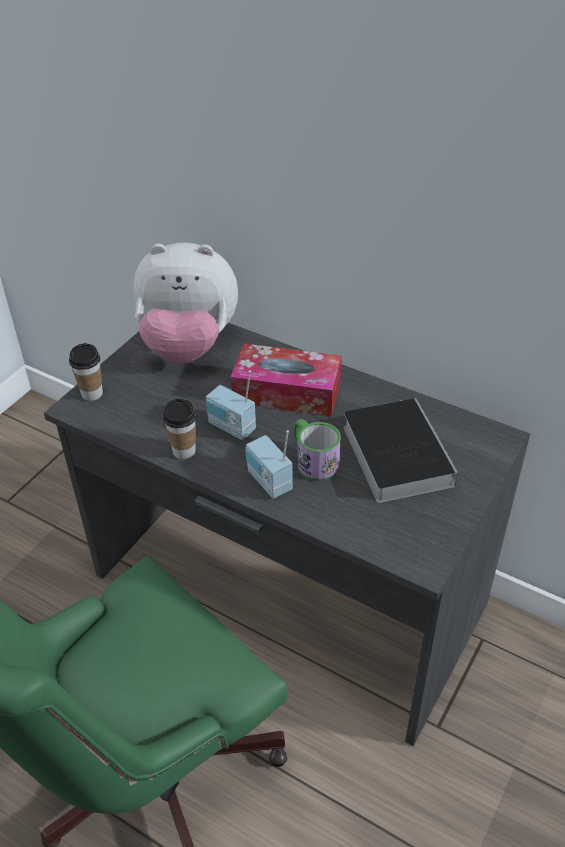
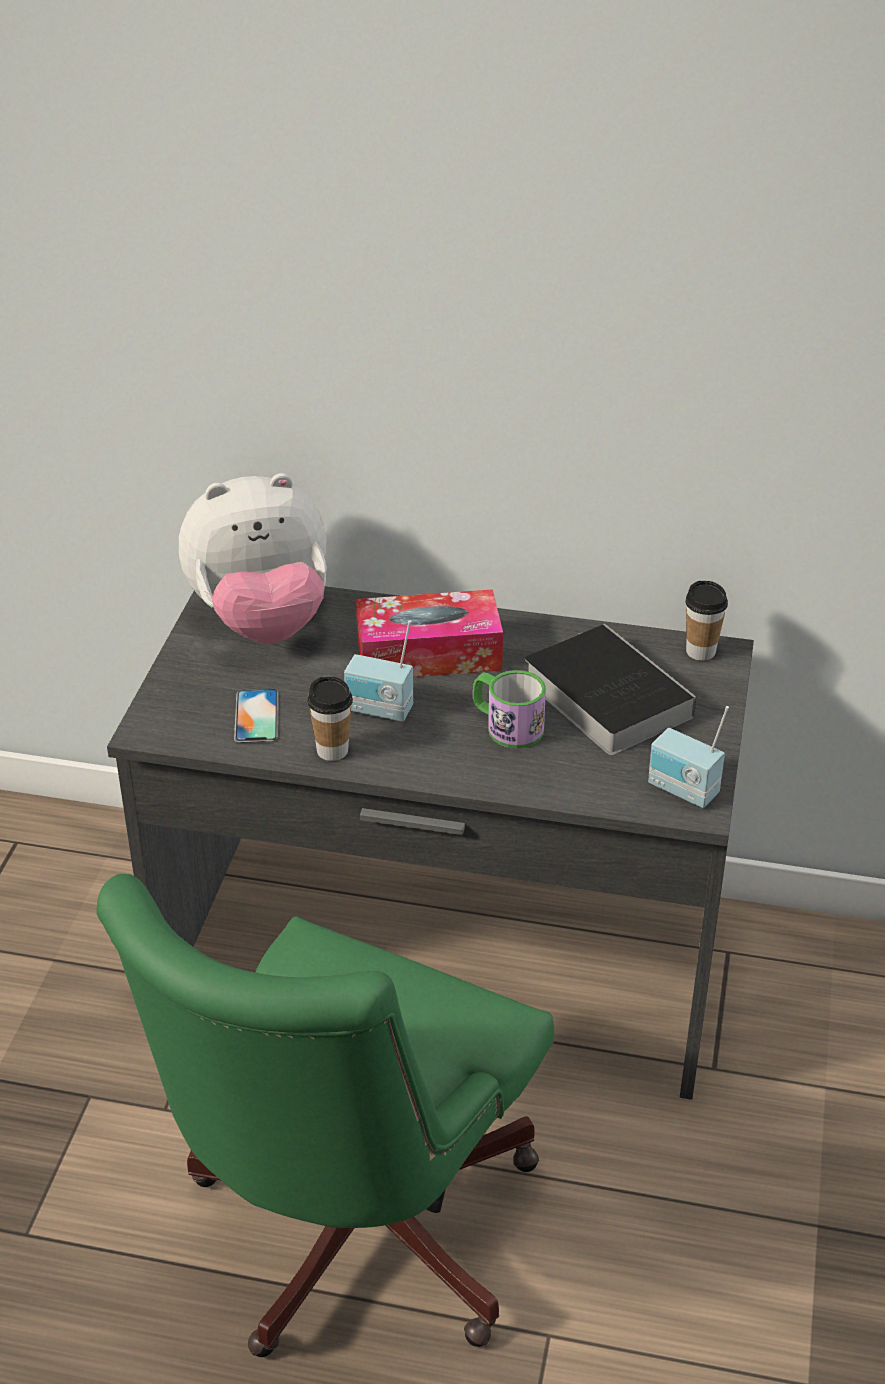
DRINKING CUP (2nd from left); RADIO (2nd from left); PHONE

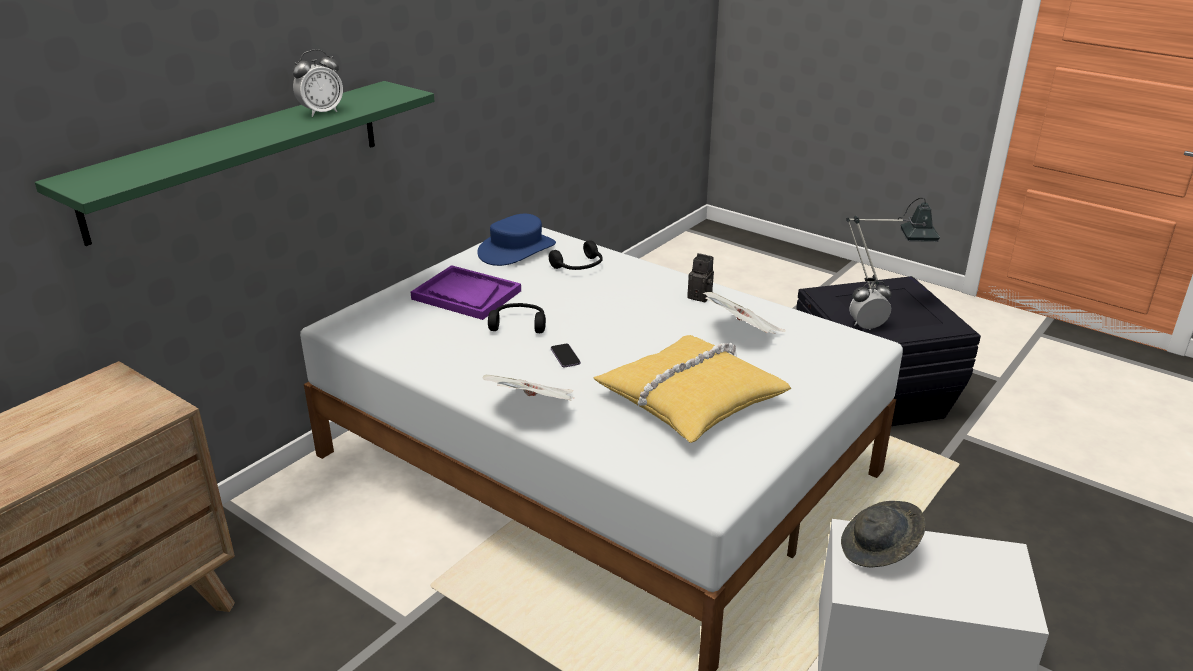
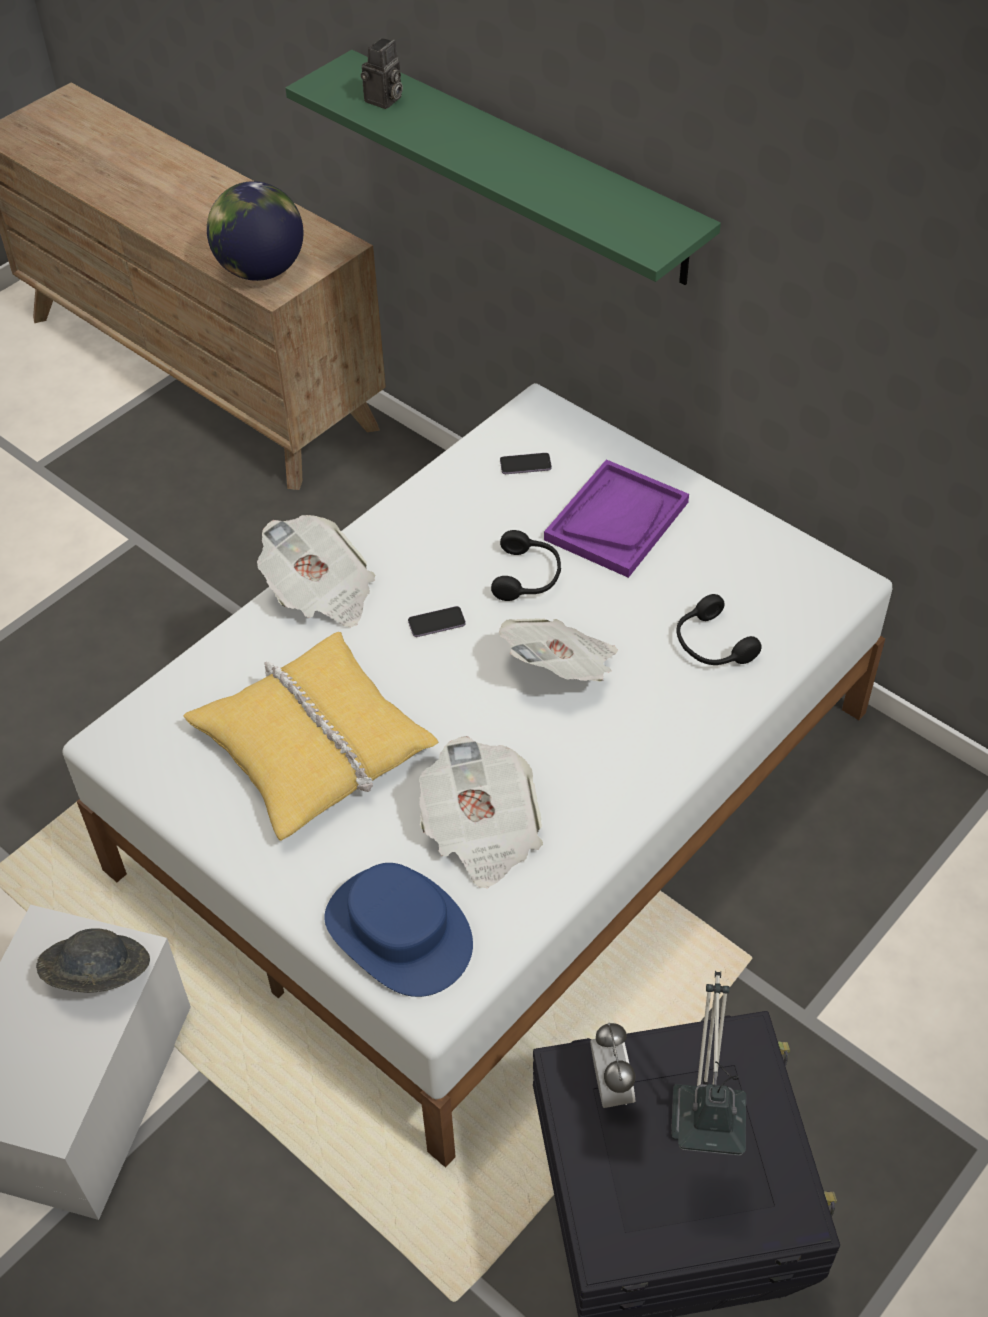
ALARM CLOCK (1st from left in the first image); BLUE CLOTHING HAT; PHOTO CAMERA; WORLD GLOBE; DAILY PAPER (3rd from left); PHONE (2nd from left)

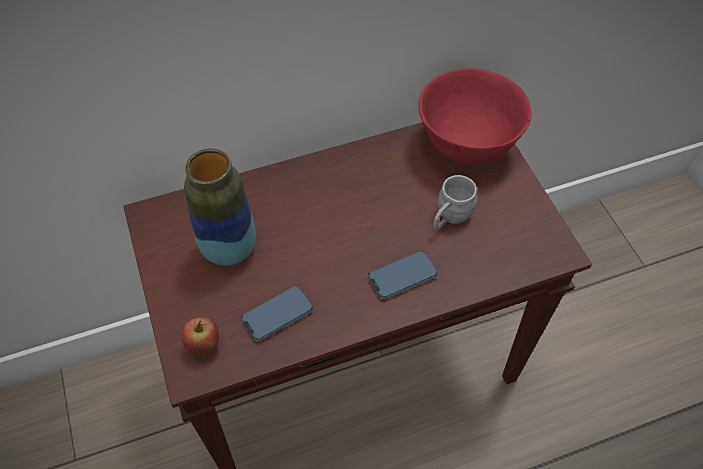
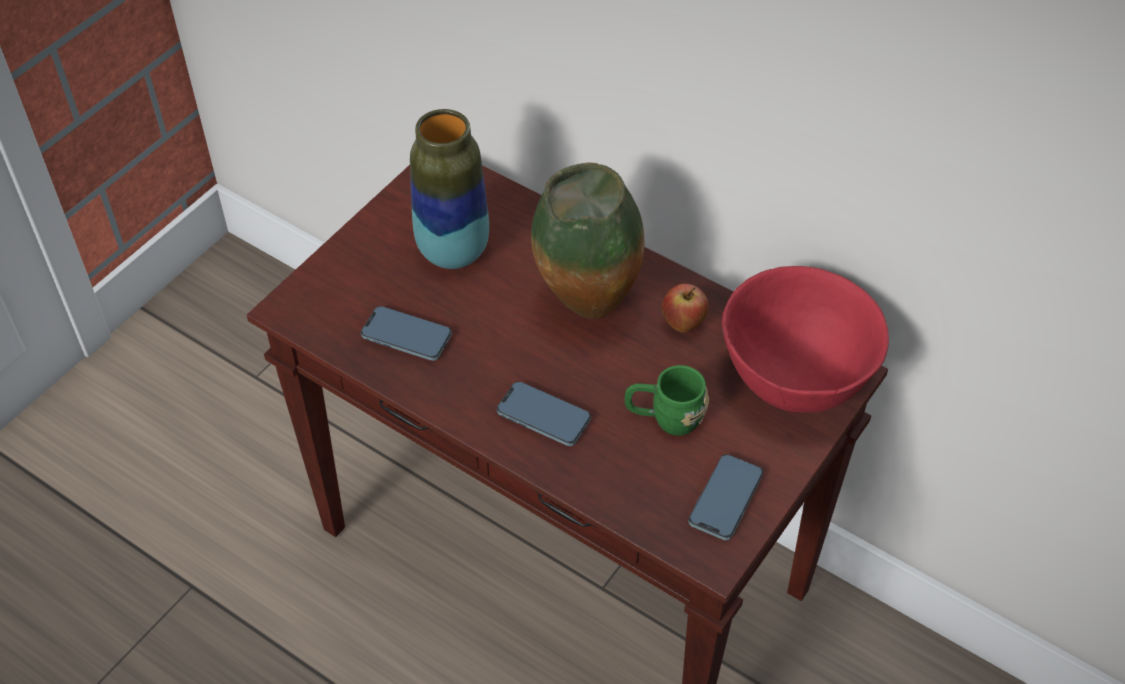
APPLE FRUIT; GREENISH COFFEE MUG; VASE (2nd from left); PHONE (3rd from left)

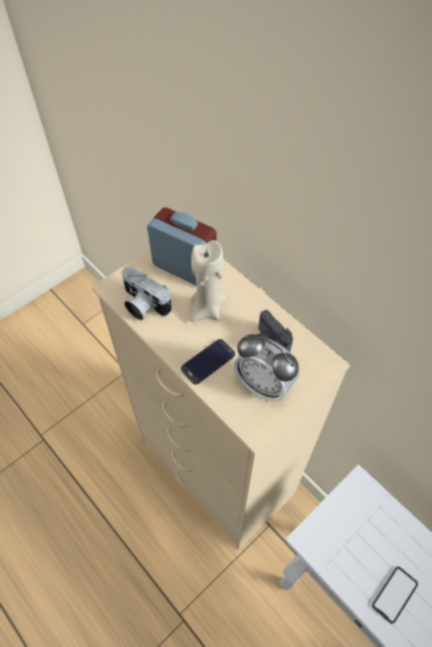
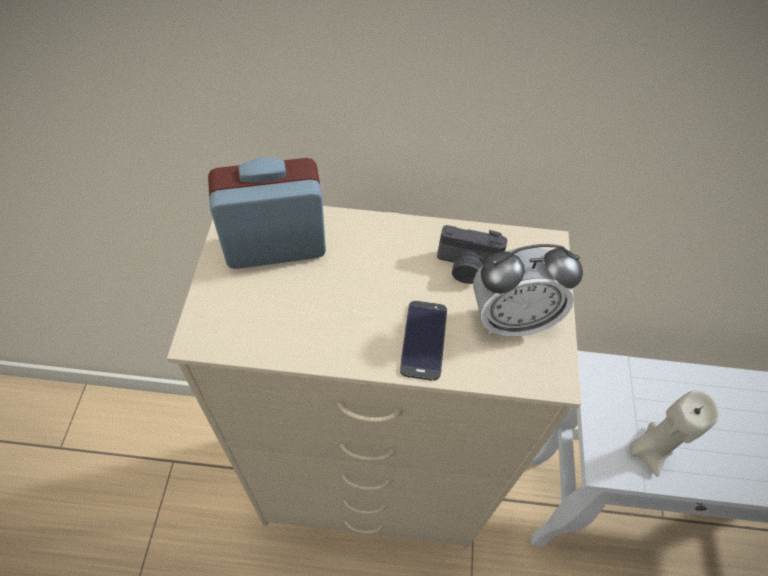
PHOTO CAMERA (1st from left in the first image); BEIGE-COLOURED WAX LIGHT; PHONE (2nd from left in the first image)

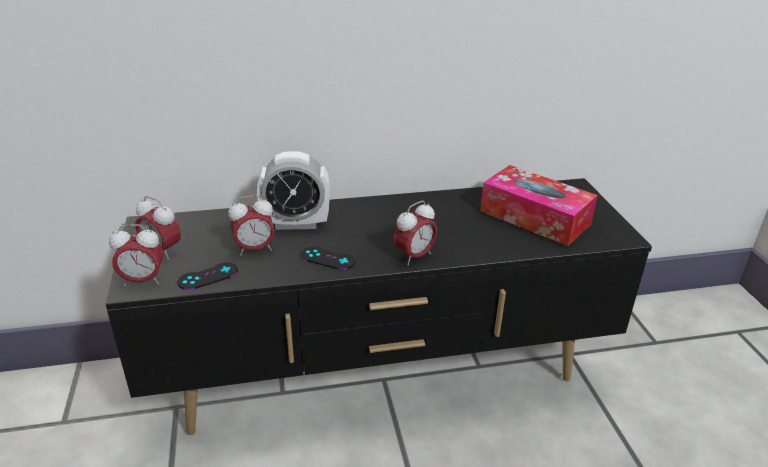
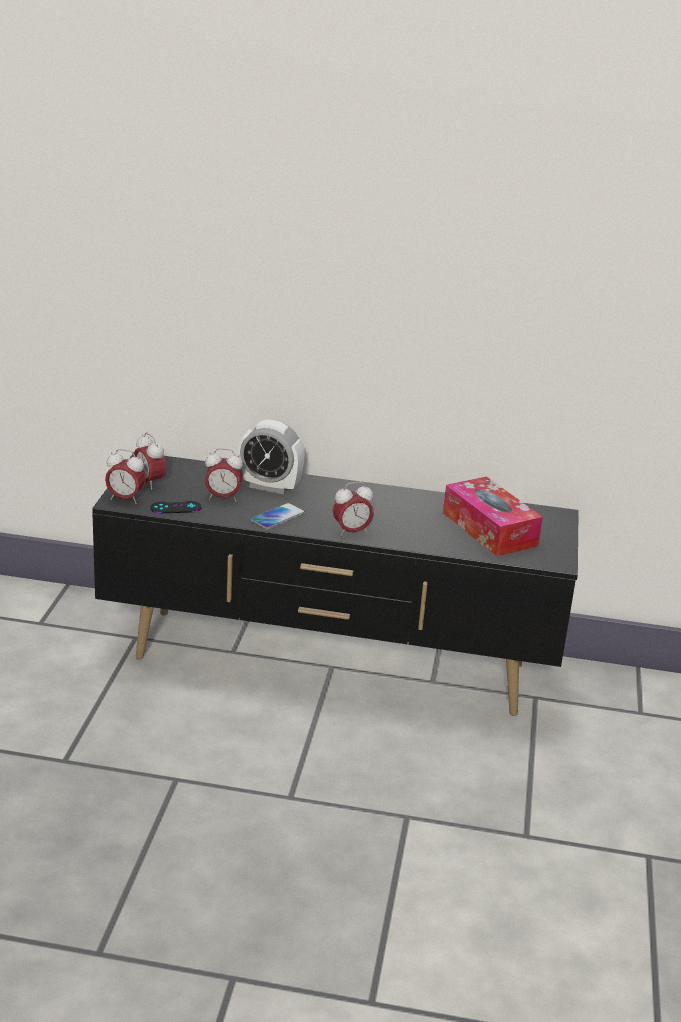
PHONE

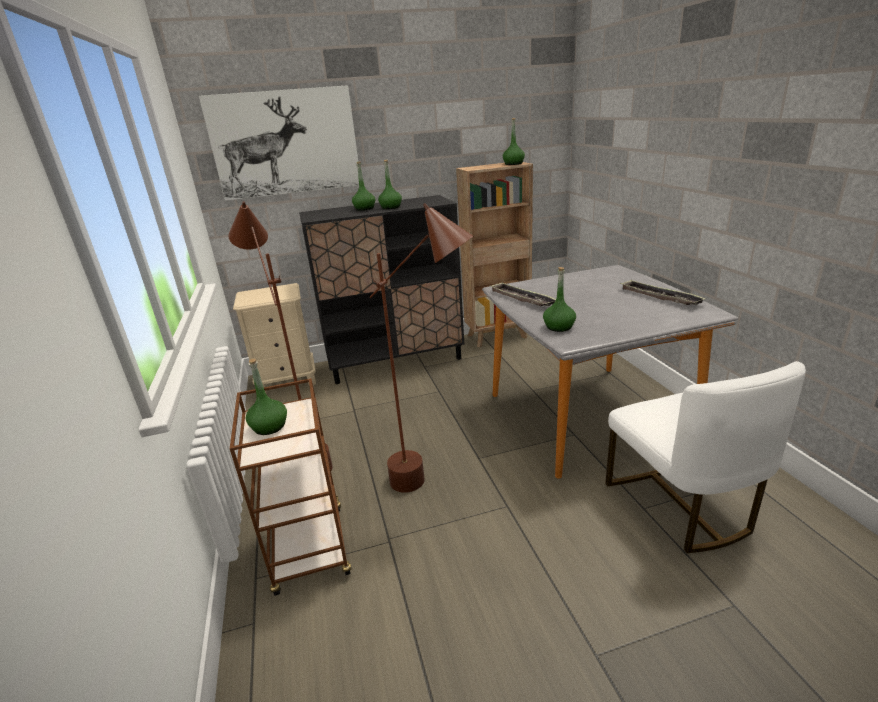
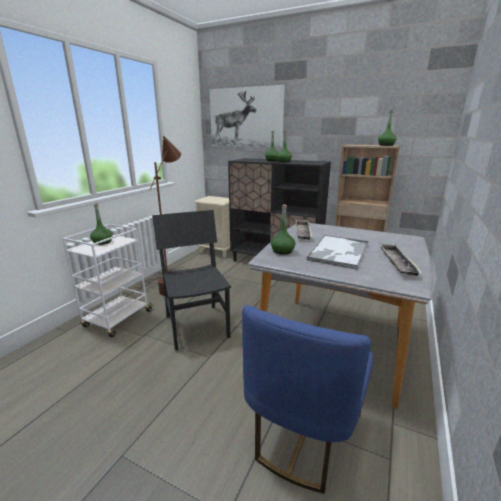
WHITE-COLOURED CART; BLACK UPRIGHT CHAIR; BLUE UPRIGHT CHAIR; CARRYING TRAY (2nd from left)

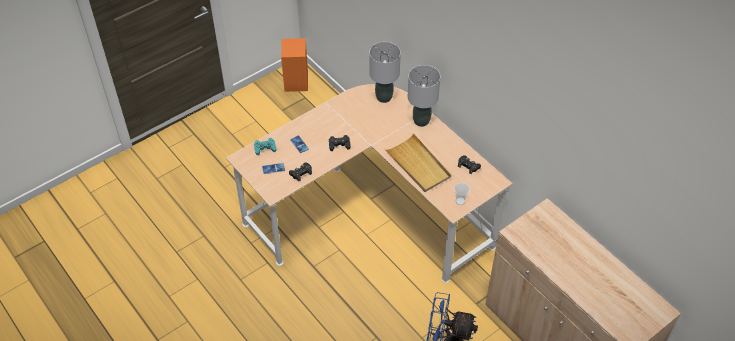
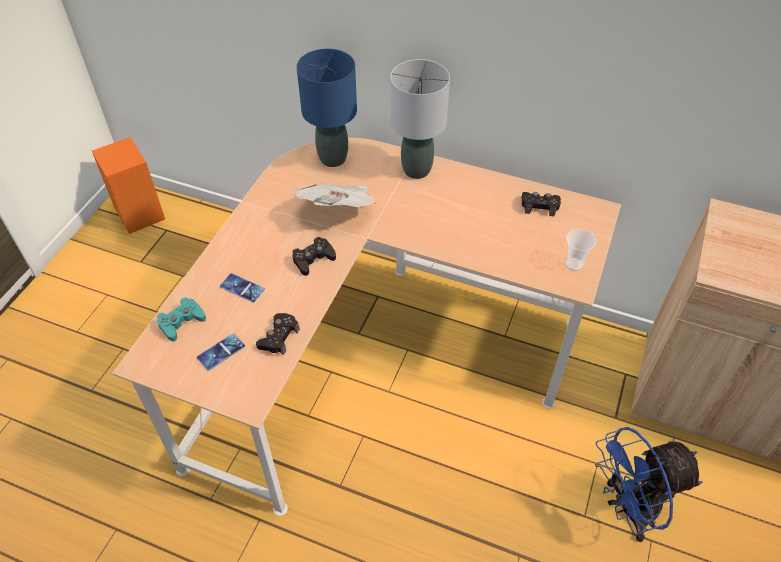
BLUE TABLETOP LAMP; BEIGE-COLOURED CARRYING TRAY; DAILY PAPER

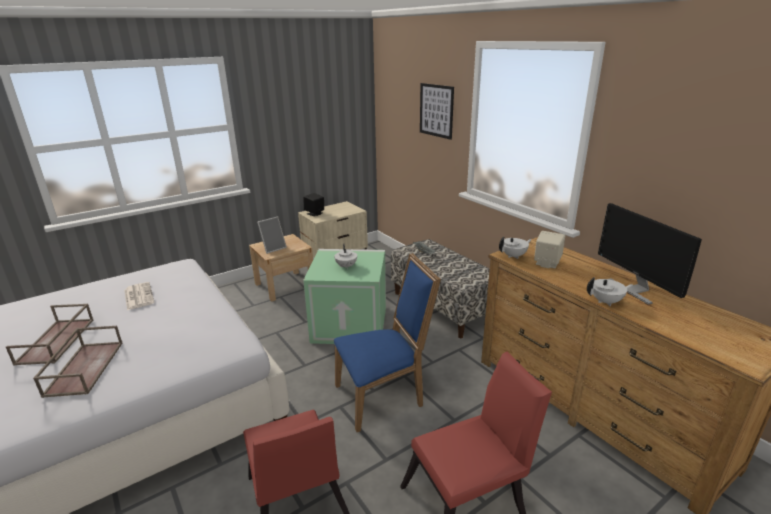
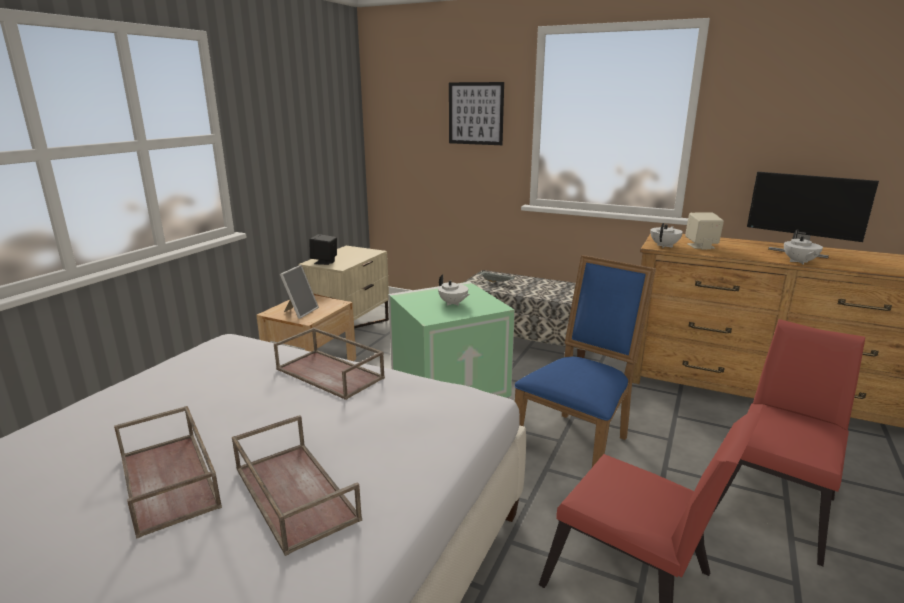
DAILY PAPER; WHITE-COLOURED TEAPOT (3rd from left); BROWN CARRYING TRAY (3rd from left)

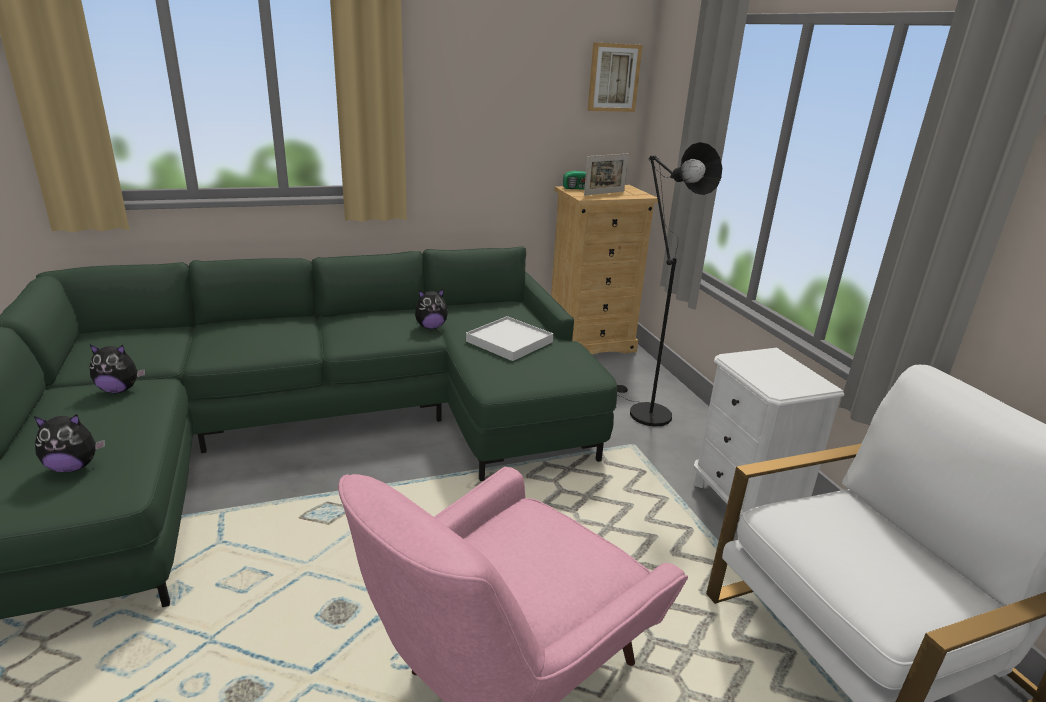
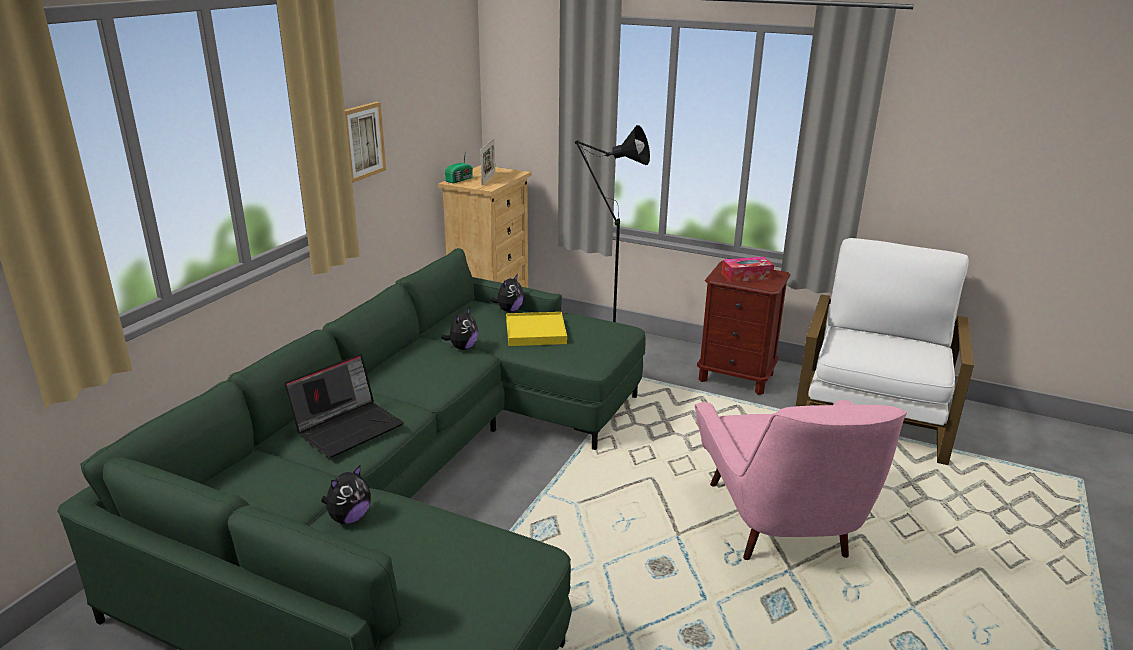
CUDDLY TOY (3rd from left); YELLOW-COLOURED CARRYING TRAY; PICTURE; BROWN BEDSIDE TABLE; NOTEBOOK COMPUTER; TISSUE BOX

